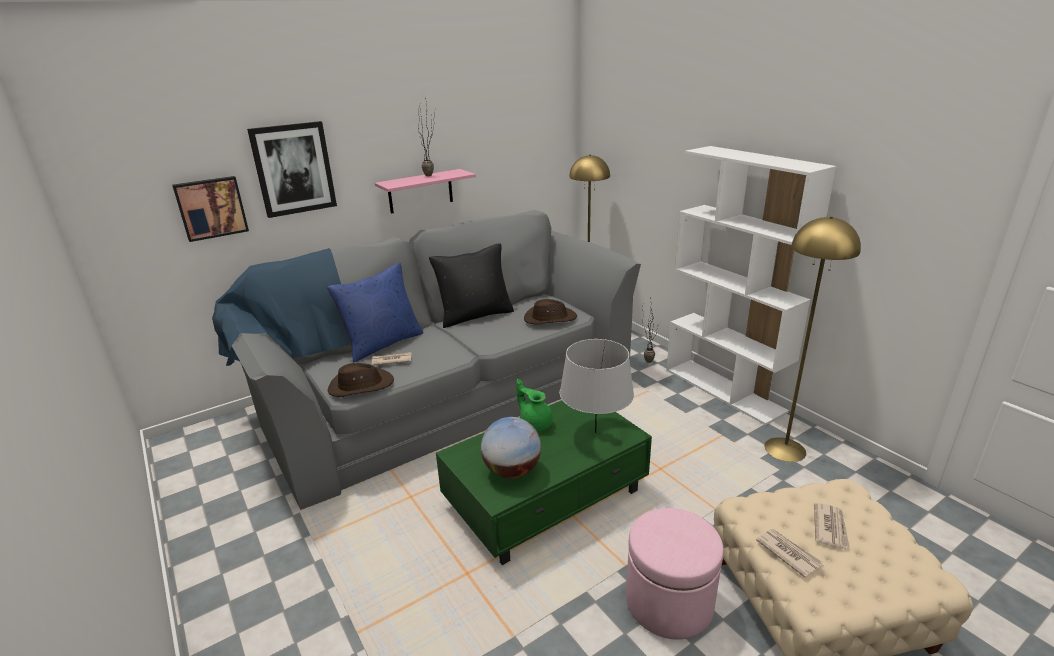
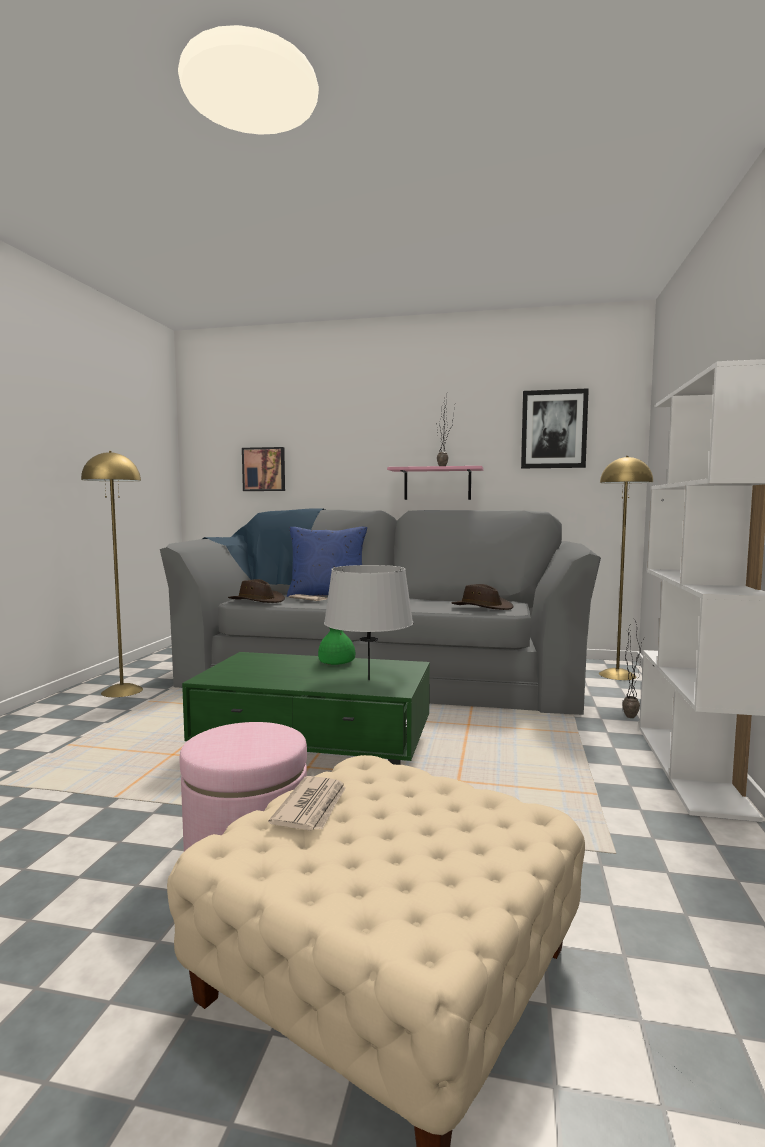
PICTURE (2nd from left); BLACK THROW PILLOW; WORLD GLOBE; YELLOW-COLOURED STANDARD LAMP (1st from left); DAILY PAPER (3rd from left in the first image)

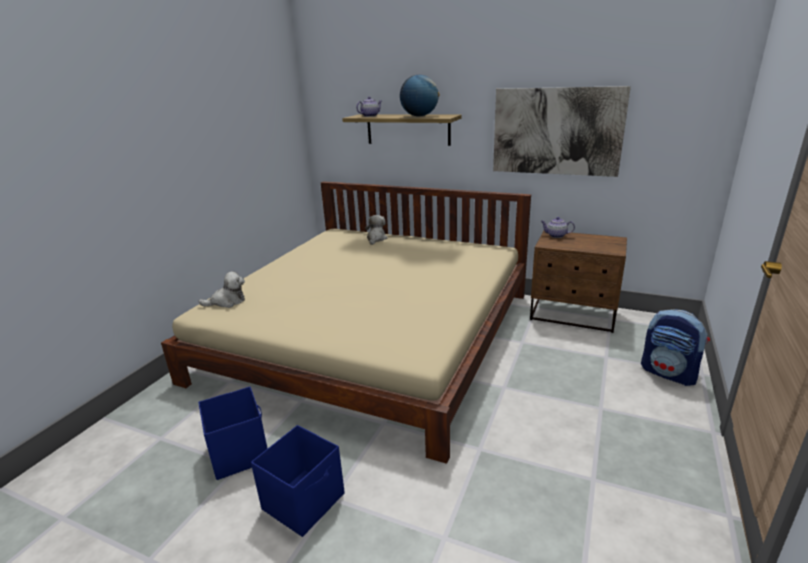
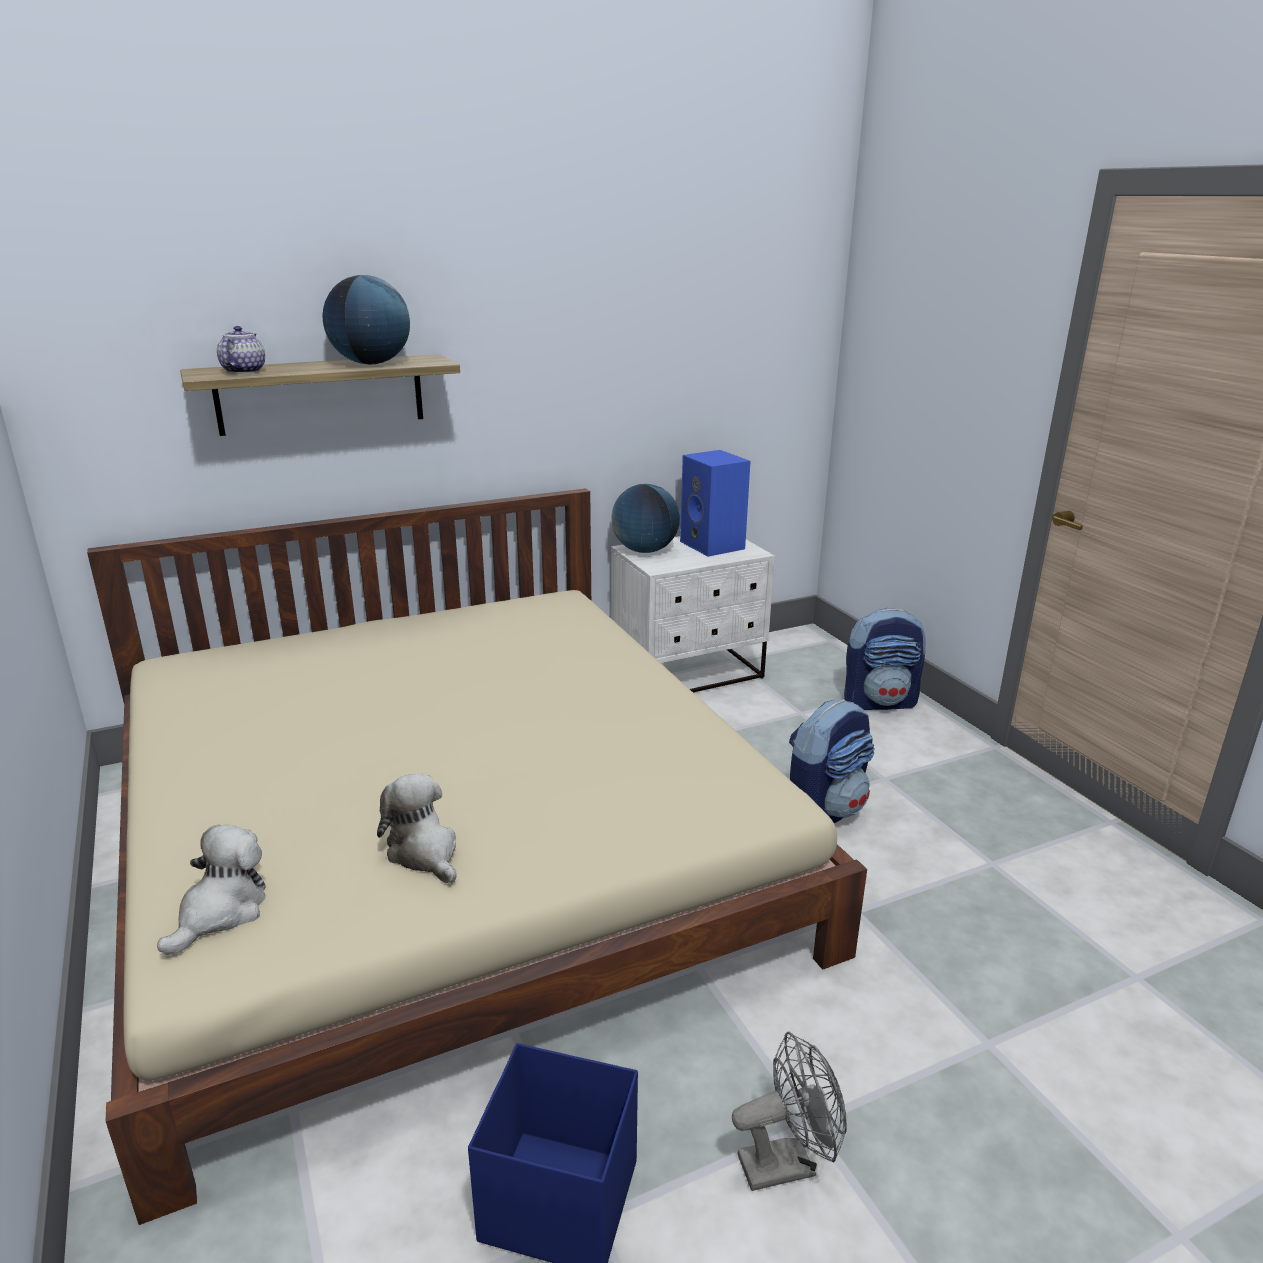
GREY FAN; CUDDLY TOY (2nd from left); PICTURE; WHITE-COLOURED BEDSIDE TABLE; WORLD GLOBE (2nd from left); BLUE AUDIO SPEAKER; KNAPSACK (1st from left)

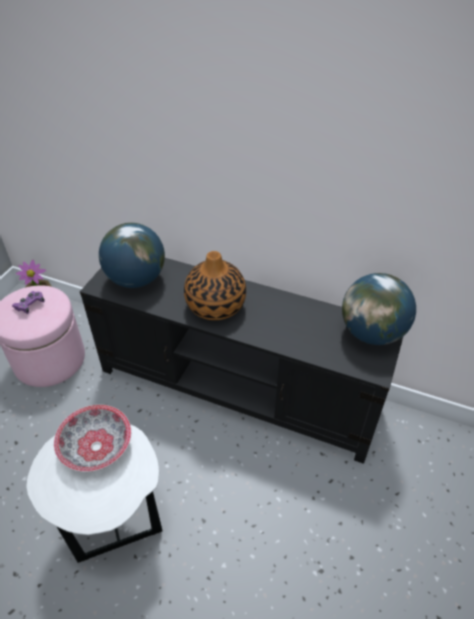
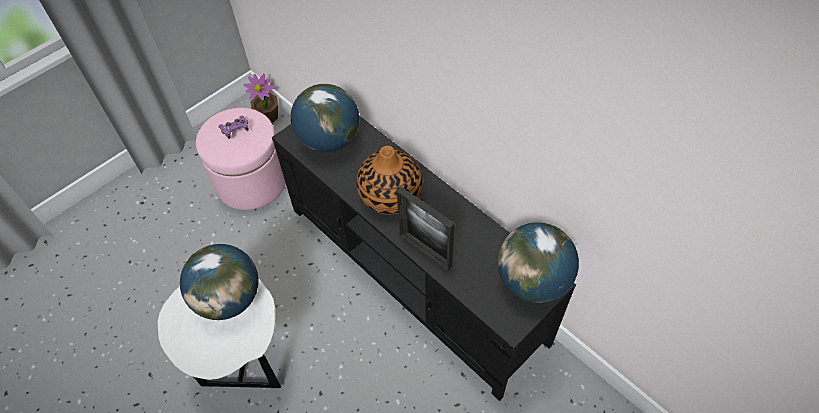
WORLD GLOBE (1st from left); PICTURE FRAME

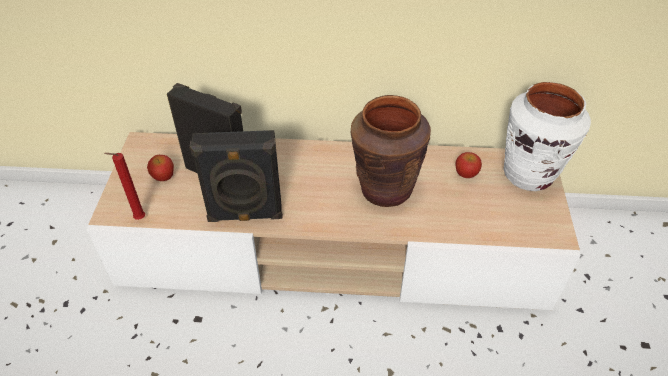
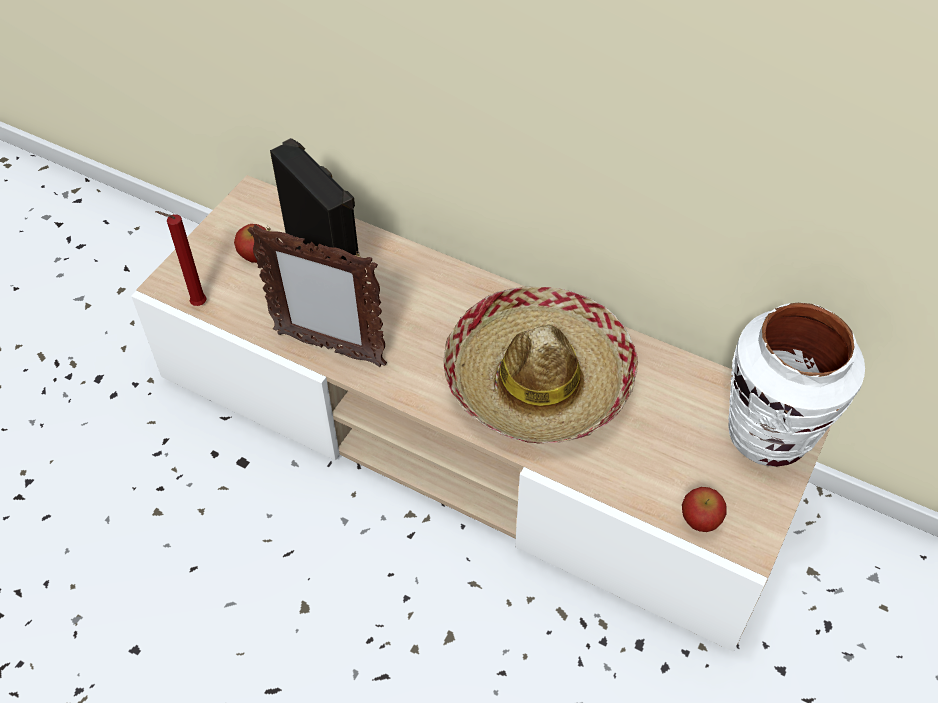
PICTURE FRAME; CLOTHING HAT; APPLE FRUIT (2nd from left)

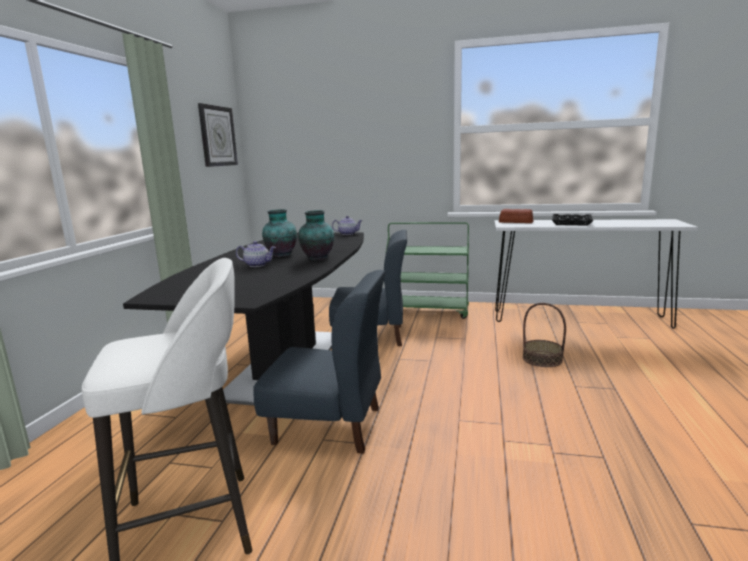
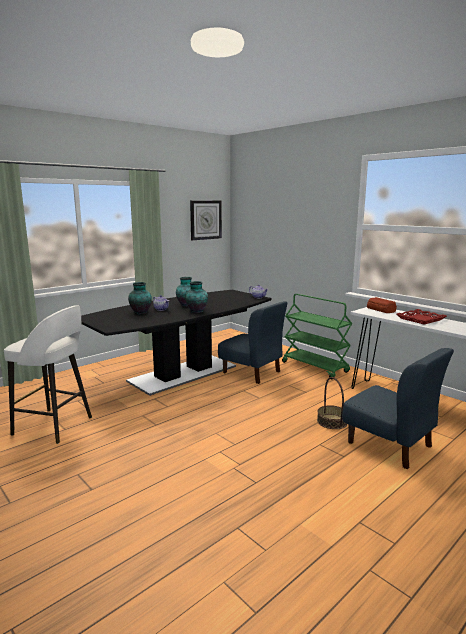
BLUE UPRIGHT CHAIR (2nd from left); REDDISH CARRYING TRAY; VASE (1st from left)

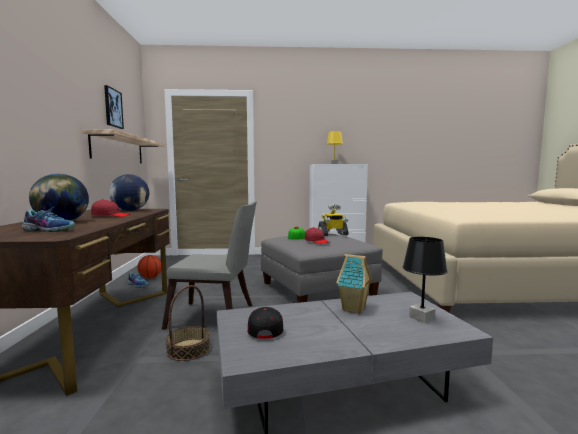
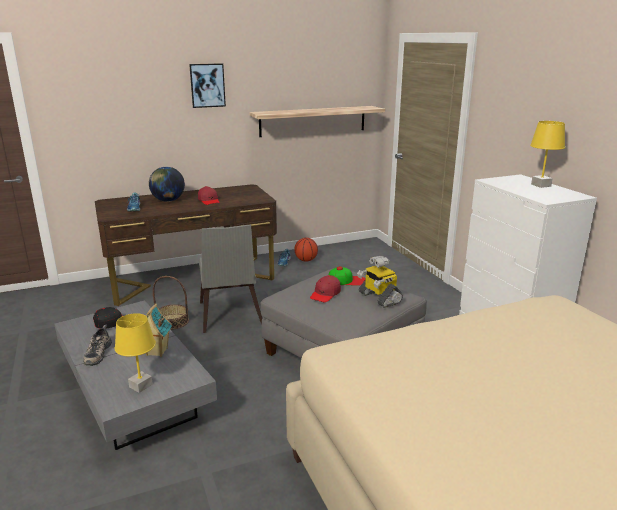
PICTURE; WORLD GLOBE (2nd from left in the first image); YELLOW-COLOURED TABLETOP LAMP (1st from left); ITEM OF FOOTWEAR (1st from left)

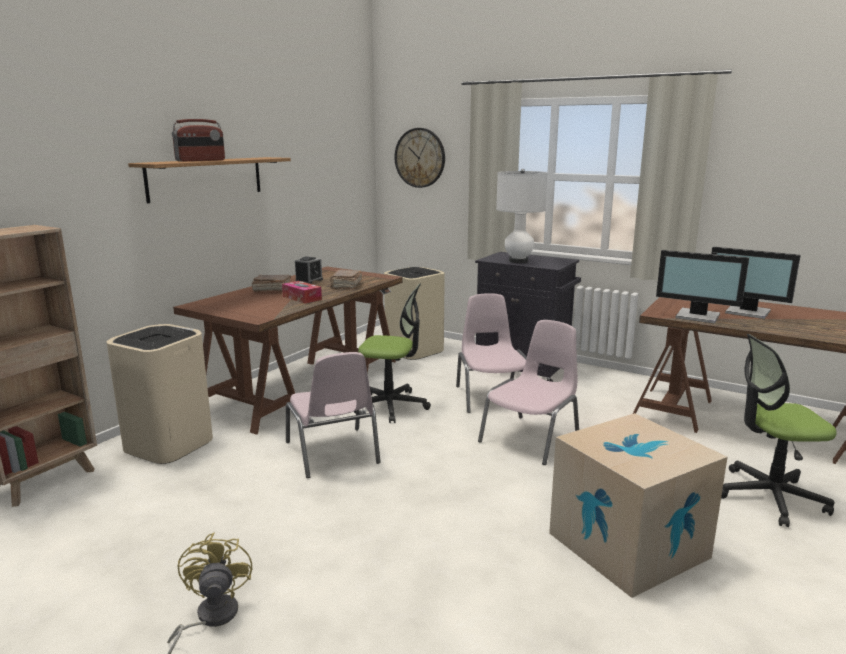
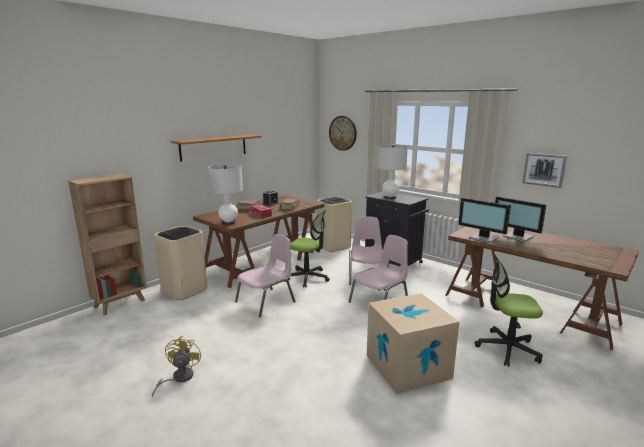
RADIO; PINKISH UPRIGHT CHAIR (1st from left); WHITE-COLOURED TABLETOP LAMP (1st from left); PICTURE

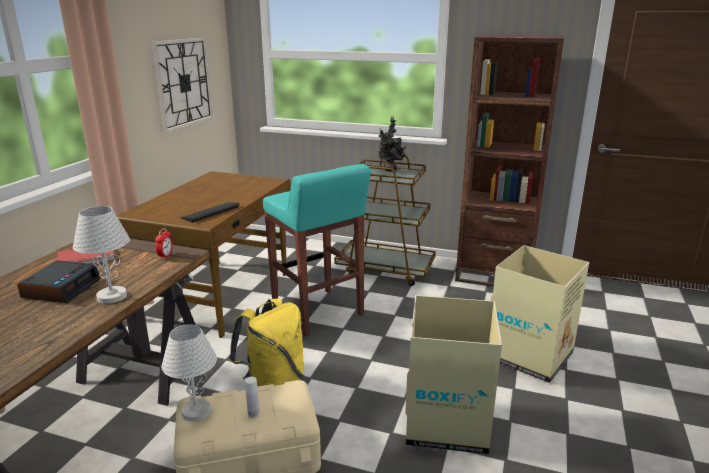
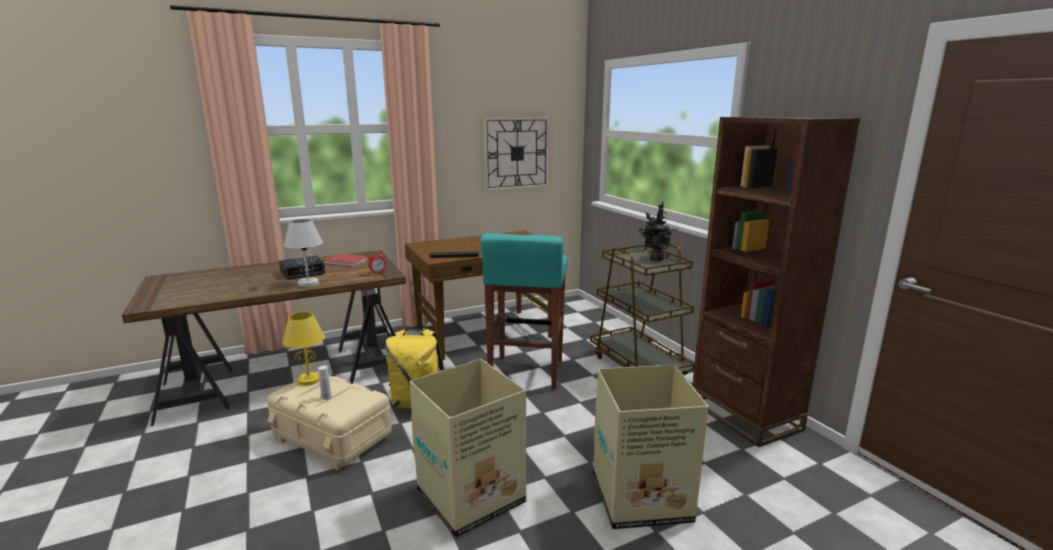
YELLOW-COLOURED TABLETOP LAMP

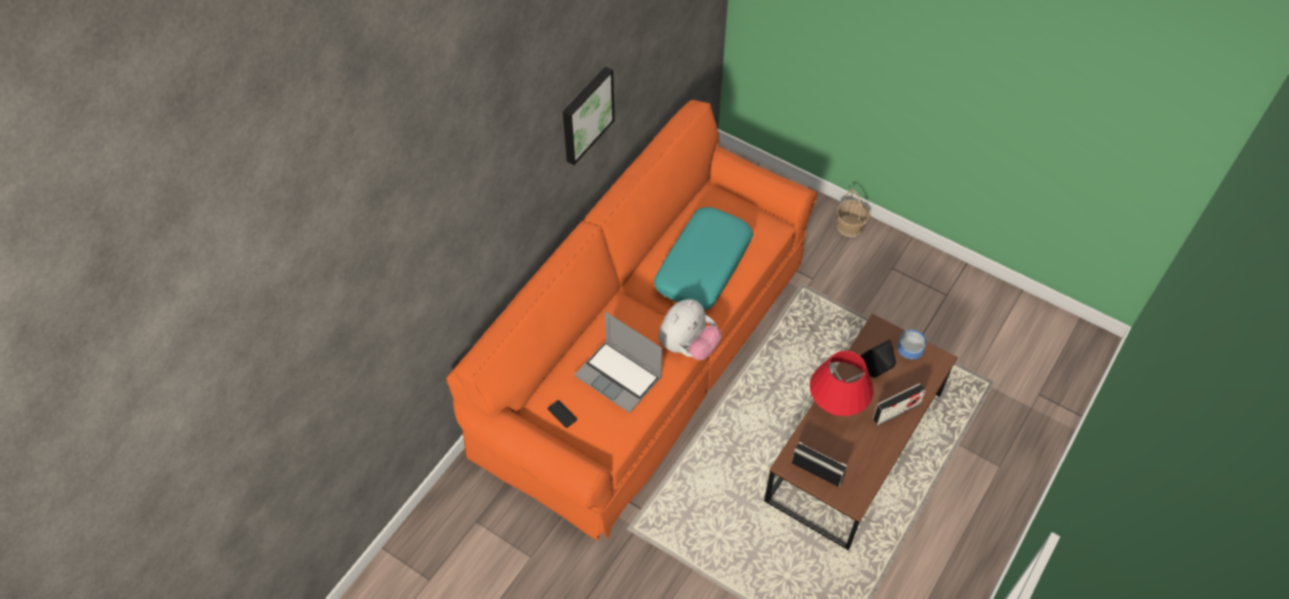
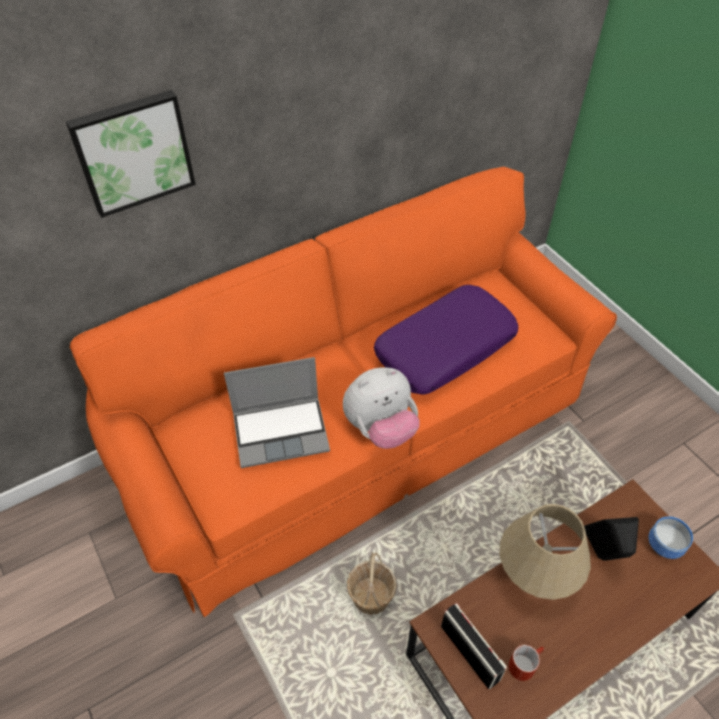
PHONE; PICTURE; NOTEBOOK COMPUTER; PURPLE-COLOURED THROW PILLOW; BEIGE-COLOURED TABLETOP LAMP; STORAGE BASKET; RADIO (2nd from left in the first image); REDDISH COFFEE MUG

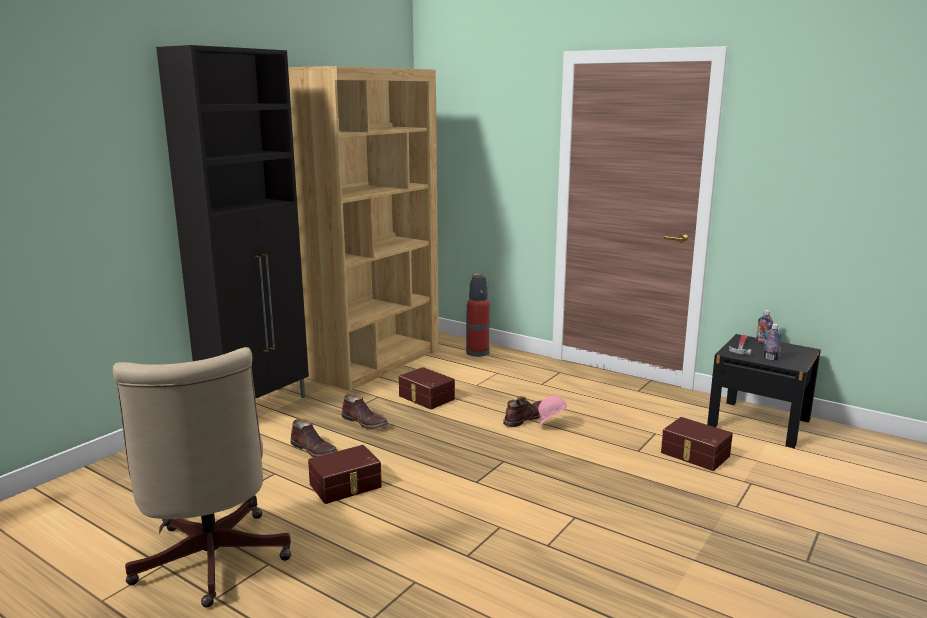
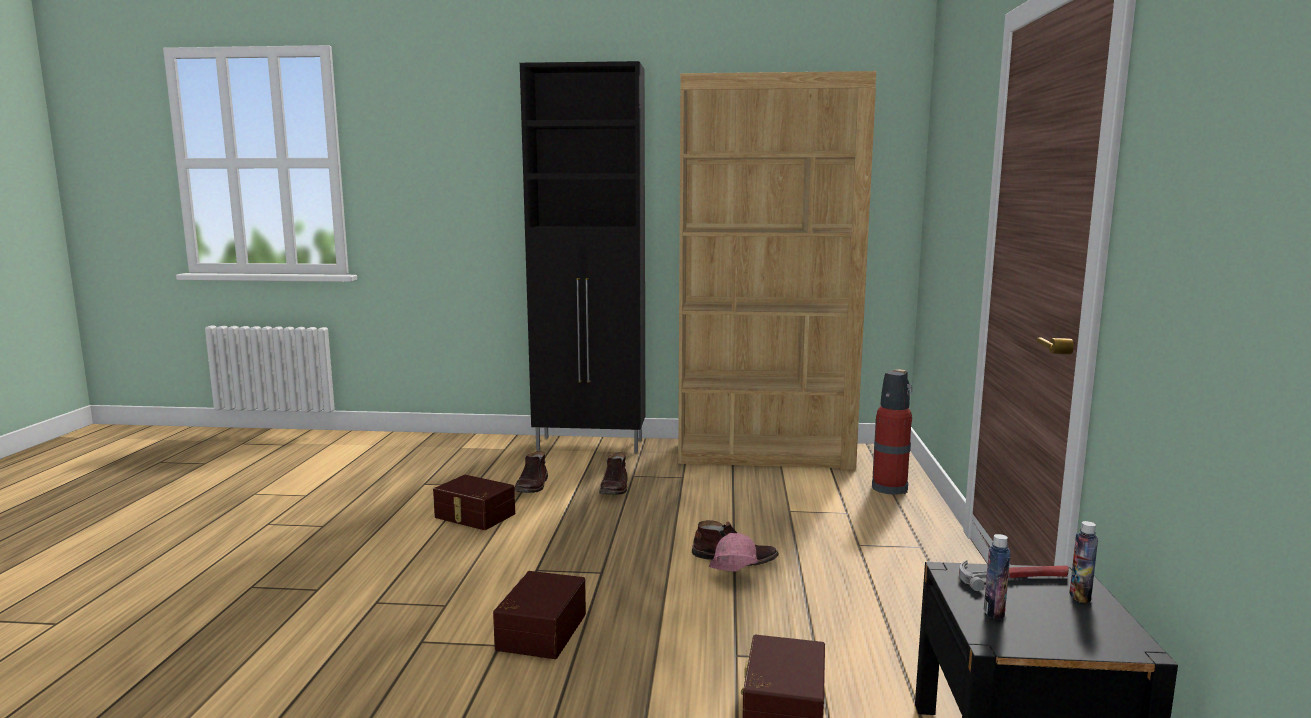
BEIGE-COLOURED COMPUTER CHAIR; BROWN STORAGE BIN (2nd from left)

